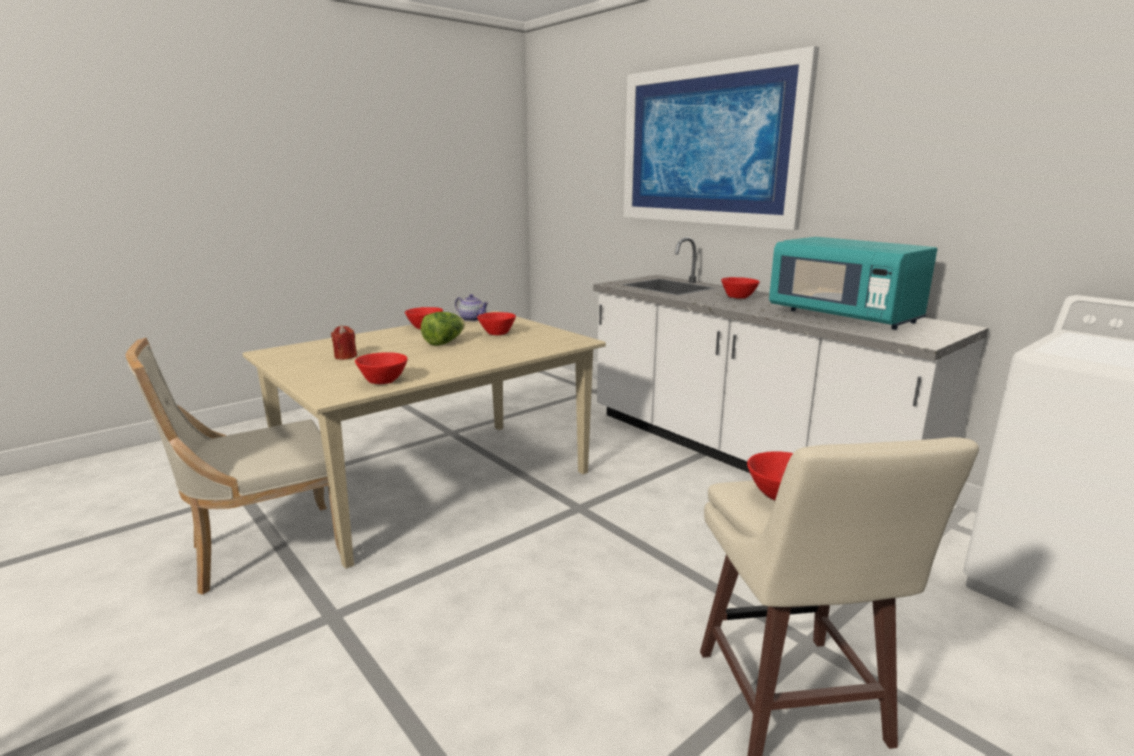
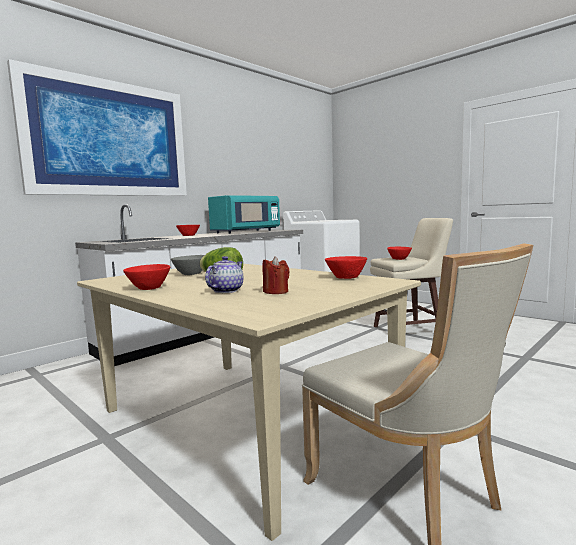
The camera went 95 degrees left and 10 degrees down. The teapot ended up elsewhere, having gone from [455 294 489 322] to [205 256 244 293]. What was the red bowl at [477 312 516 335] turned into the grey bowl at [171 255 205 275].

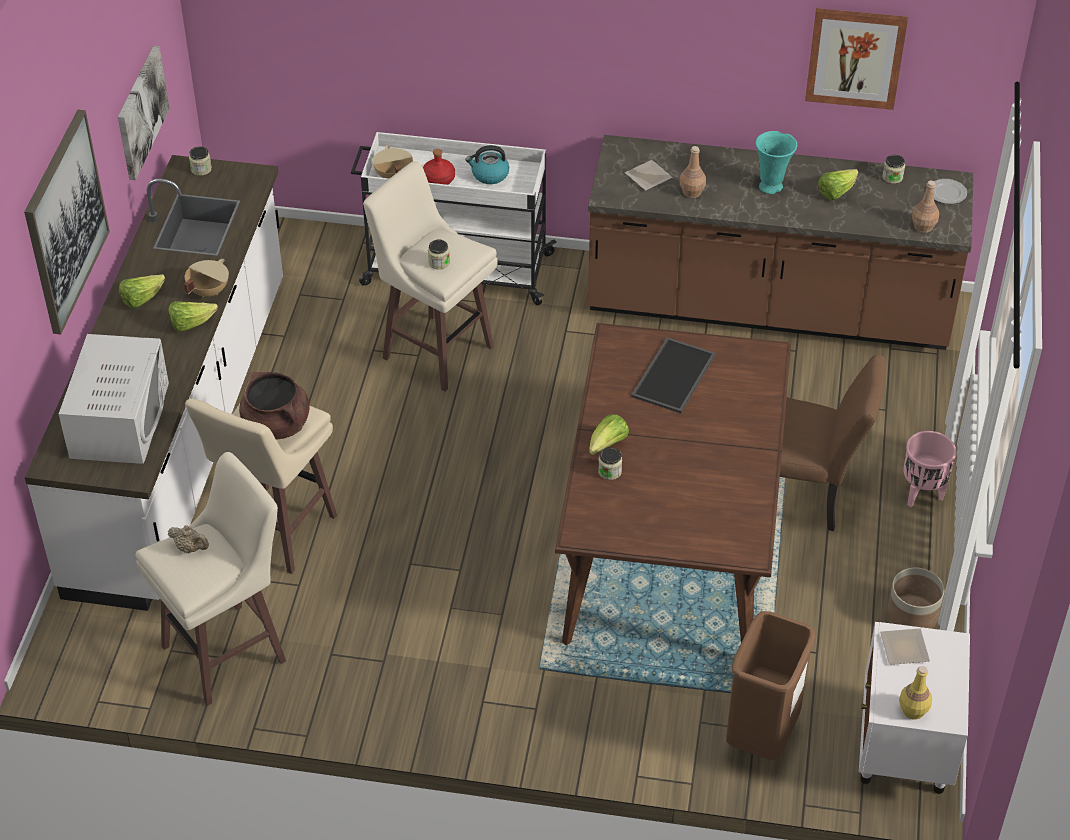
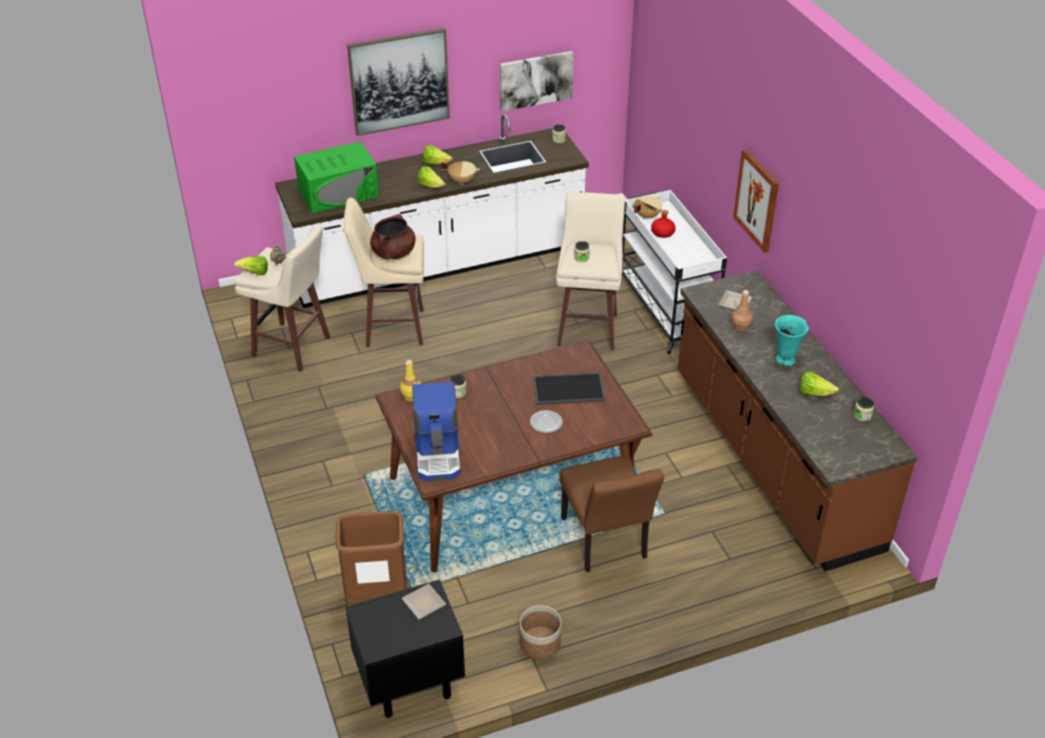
The camera went 60 degrees right and 5 degrees down. The picture ended up elsewhere, having gone from [805 8 908 110] to [733 149 779 253]. The second view lost the kettle at [466 145 509 184]. The plate ended up elsewhere, having gone from [934 179 967 204] to [530 410 563 433]. The second view lost the brown bottle at [912 181 939 233]. What was the white microwave at [59 334 169 464] turned into the green microwave at [294 141 379 213]. The lettuce ended up elsewhere, having gone from [589 414 629 455] to [233 256 268 275]. The second view lost the pink planter at [904 431 956 507]. What was the white nightstand at [859 622 970 794] turned into the black nightstand at [345 579 465 718]. The yellow bottle ended up elsewhere, having gone from [899 666 932 719] to [400 360 421 401]. The second view gained the coffee machine at [412 382 461 481].

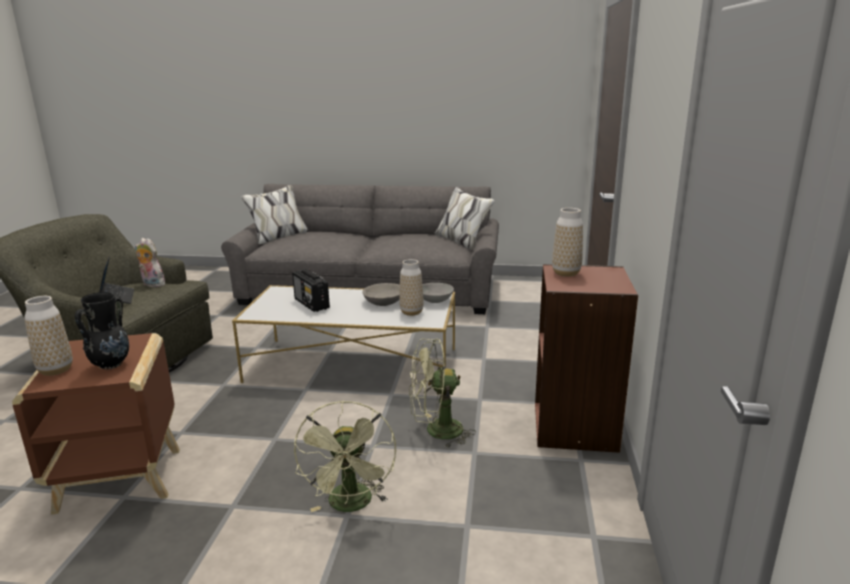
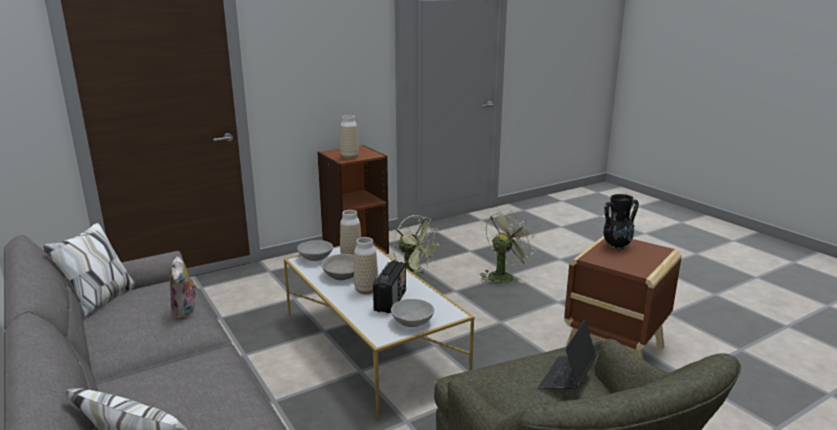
The camera went 130 degrees left and 0 degrees up. The plush toy ended up elsewhere, having gone from [135 238 167 287] to [170 256 197 319]. The vase ended up elsewhere, having gone from [25 296 73 376] to [354 237 378 295]. The second view gained the grey bowl at [391 299 434 327].

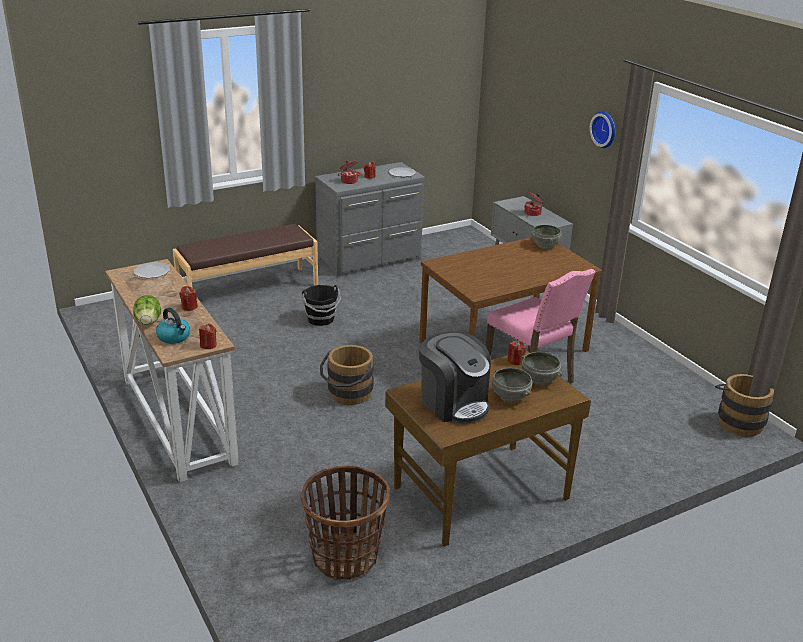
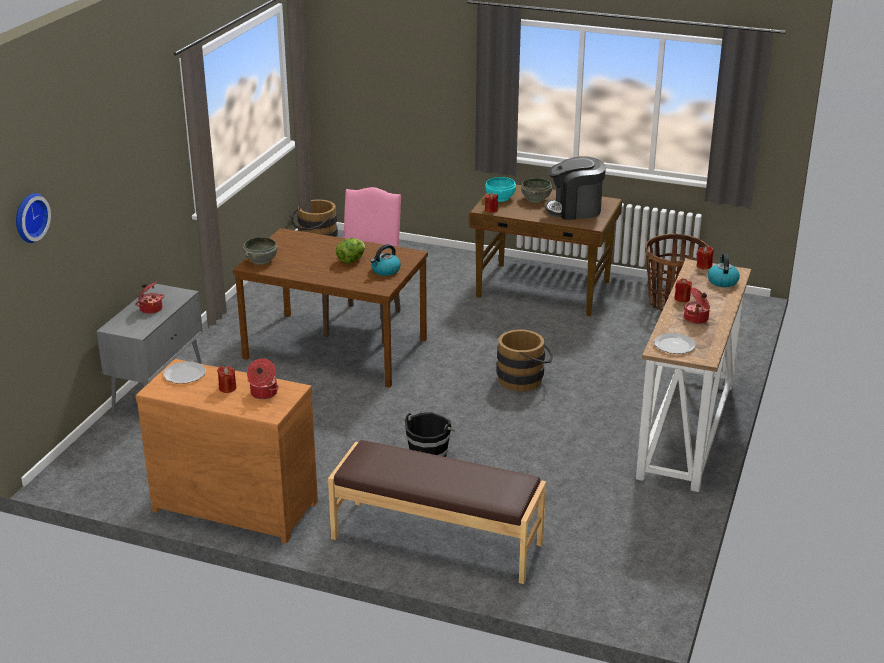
The camera went 130 degrees left and 0 degrees up. The wall clock ended up elsewhere, having gone from [589 111 616 148] to [16 193 51 243]. What was the grey dresser at [315 162 425 277] turned into the brown dresser at [136 359 318 543]. The lettuce ended up elsewhere, having gone from [133 295 161 325] to [336 238 365 263]. The coffee machine at [419 331 491 424] ended up facing another way, 105 degrees counterclockwise from before. What was the grey bowl at [521 352 562 385] turned into the turquoise bowl at [485 177 516 202]. The second view gained the kettle at [370 244 401 276]. The second view gained the cooking pot at [684 287 710 324].

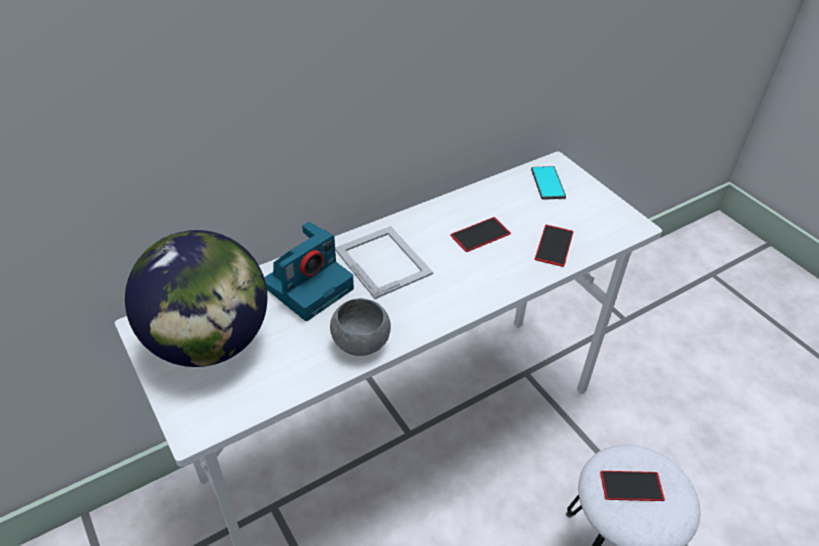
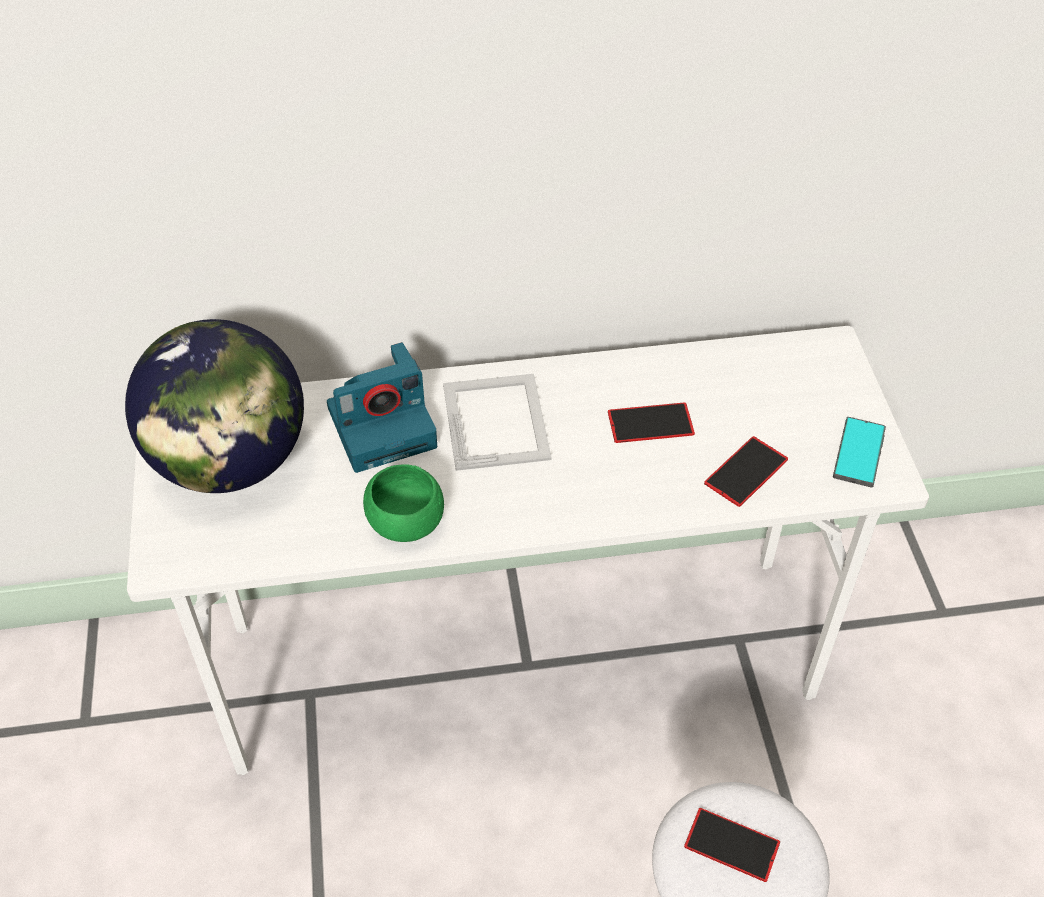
The camera went 25 degrees right and 5 degrees up. The phone ended up elsewhere, having gone from [531 166 566 200] to [833 417 886 488]. What was the grey bowl at [330 298 391 356] turned into the green bowl at [363 464 444 542].

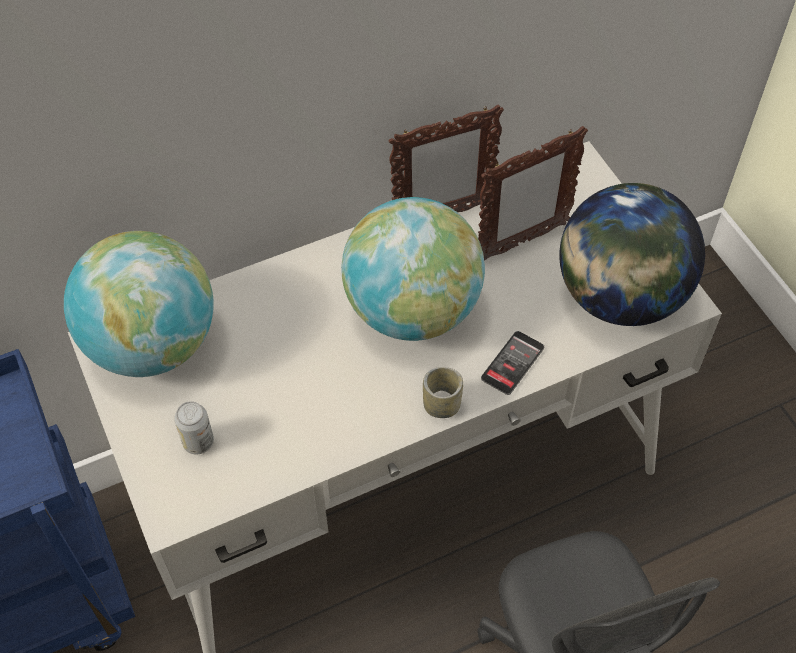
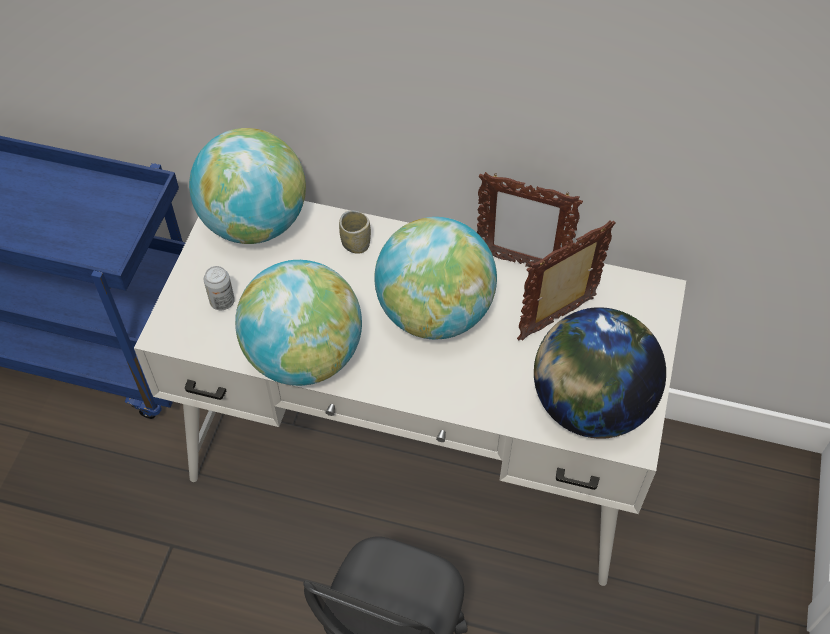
The camera went 40 degrees right and 0 degrees up. The picture frame at [478 126 588 261] ended up facing another way, 135 degrees clockwise from before. The second view lost the phone at [481 331 544 395]. The cup ended up elsewhere, having gone from [423 367 463 418] to [339 211 371 254]. The second view gained the globe at [235 260 362 386].

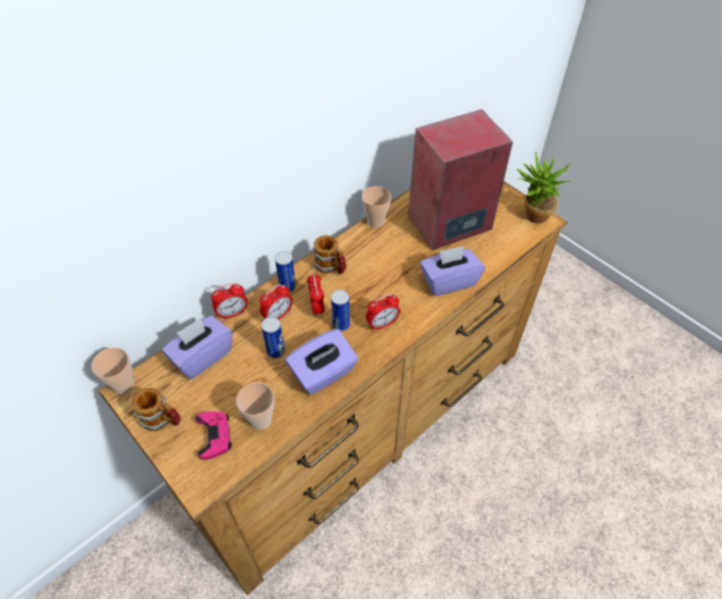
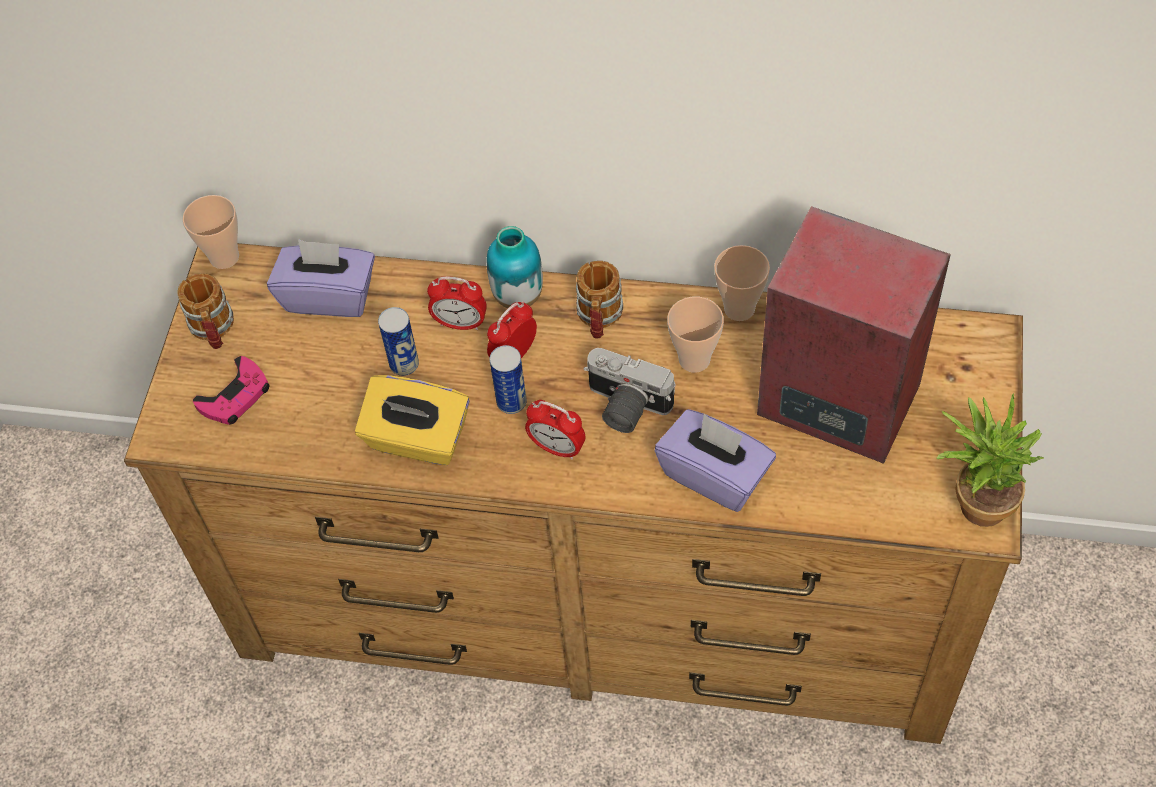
The camera went 55 degrees right and 5 degrees up. Where the can stood at [275 251 296 292], the vase came to stand at [487 226 543 308]. The second view lost the alarm clock at [211 283 248 320]. What was the purple tissue box at [285 329 358 395] turned into the yellow tissue box at [355 375 470 465]. The cup ended up elsewhere, having gone from [236 382 274 430] to [667 297 724 373]. The second view gained the photo camera at [584 348 676 433].

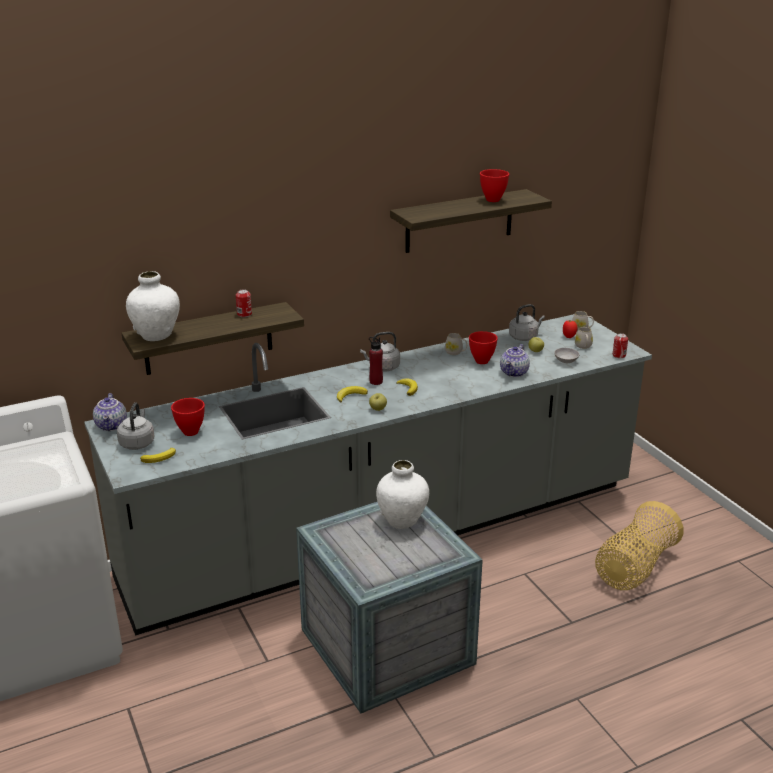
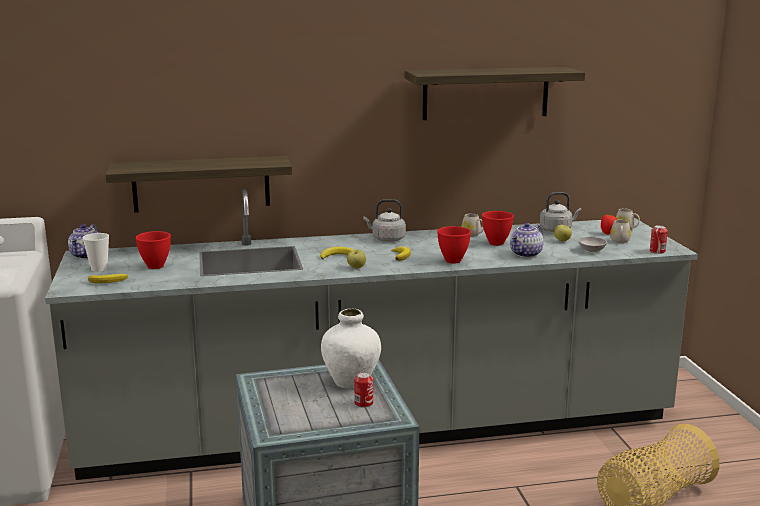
The camera went 15 degrees right and 10 degrees down. The red bowl ended up elsewhere, having gone from [480 169 509 202] to [437 226 471 264]. The second view lost the white vase at [126 271 180 341]. The can ended up elsewhere, having gone from [236 289 252 317] to [354 372 373 408]. The second view lost the red bottle at [369 337 383 385]. Where the grey kettle stood at [117 402 154 450], the cup came to stand at [83 233 109 272].

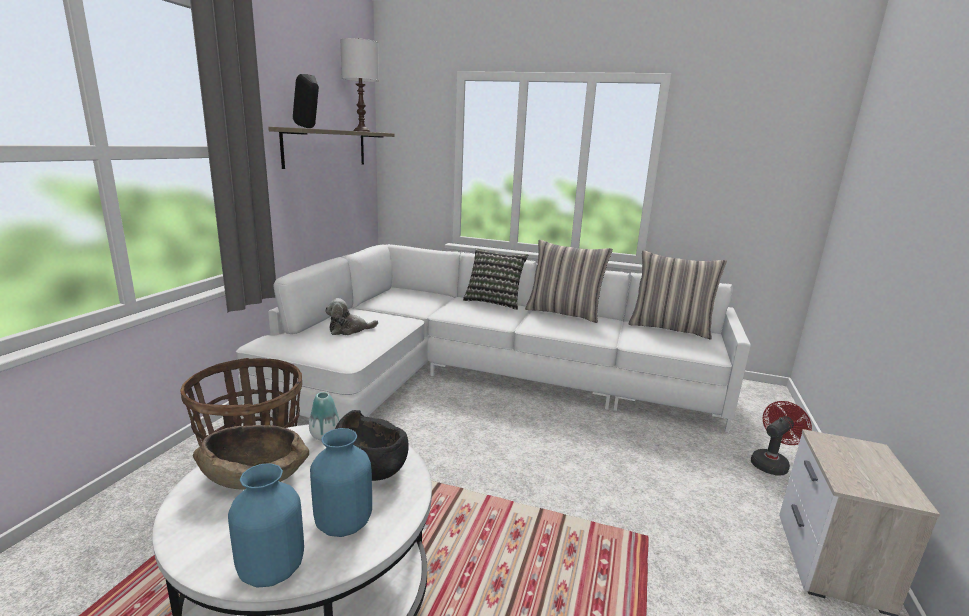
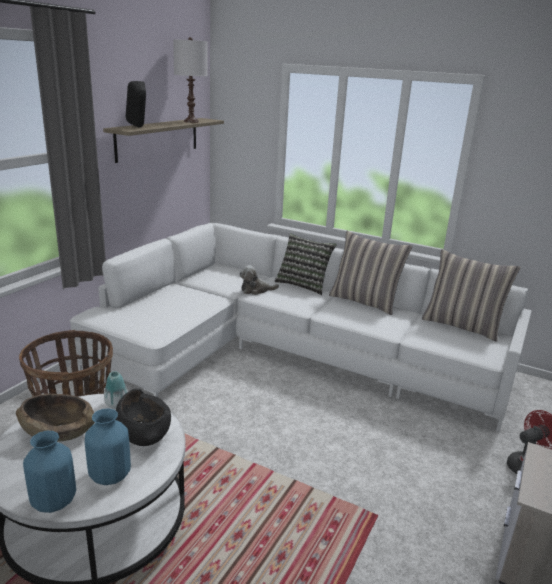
The camera went 10 degrees right and 5 degrees up. The plush toy ended up elsewhere, having gone from [325 298 378 335] to [239 265 279 295].

